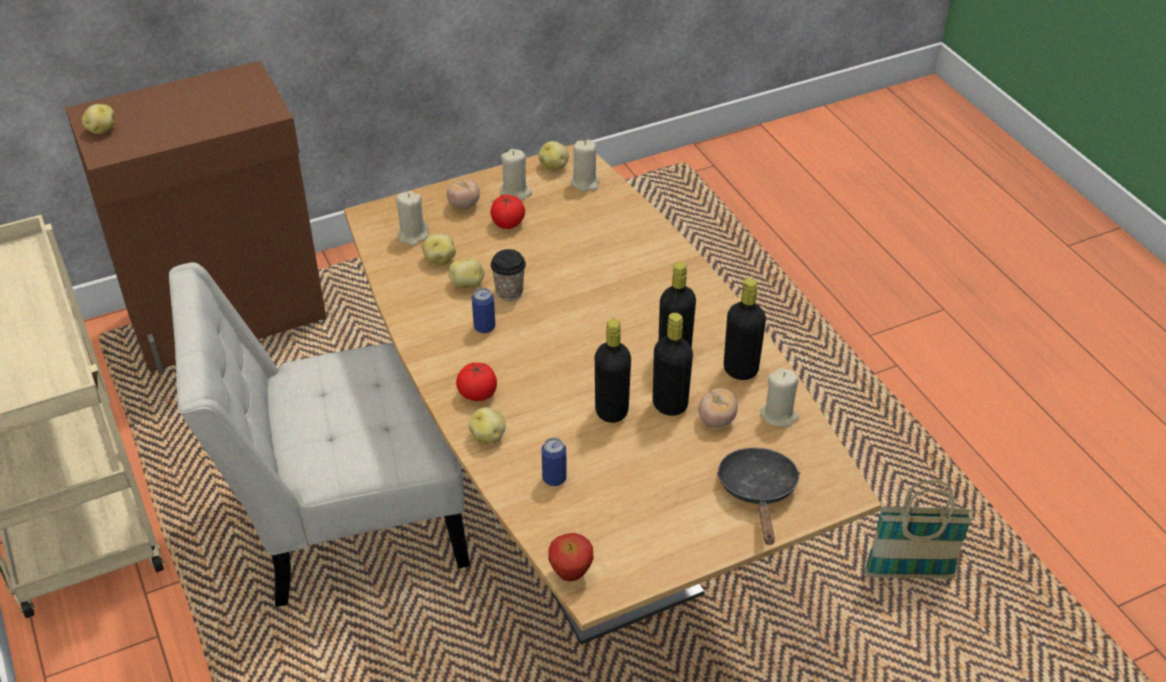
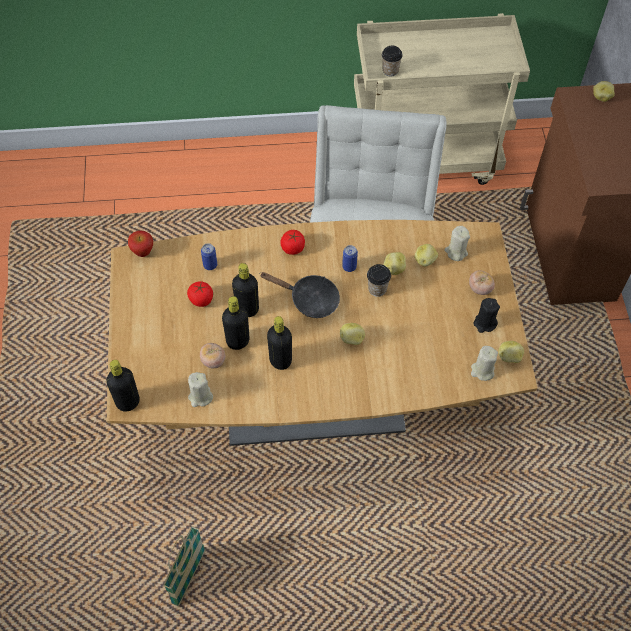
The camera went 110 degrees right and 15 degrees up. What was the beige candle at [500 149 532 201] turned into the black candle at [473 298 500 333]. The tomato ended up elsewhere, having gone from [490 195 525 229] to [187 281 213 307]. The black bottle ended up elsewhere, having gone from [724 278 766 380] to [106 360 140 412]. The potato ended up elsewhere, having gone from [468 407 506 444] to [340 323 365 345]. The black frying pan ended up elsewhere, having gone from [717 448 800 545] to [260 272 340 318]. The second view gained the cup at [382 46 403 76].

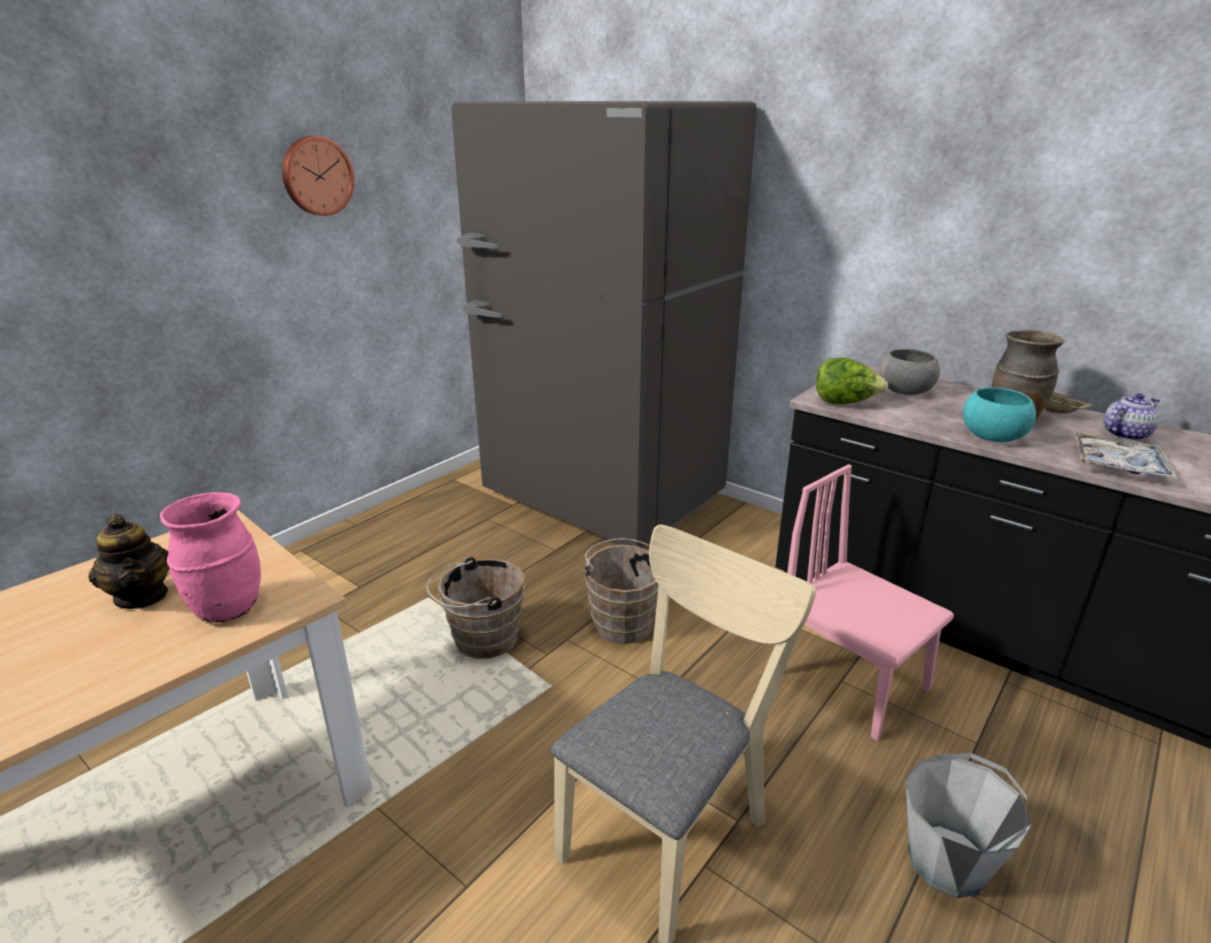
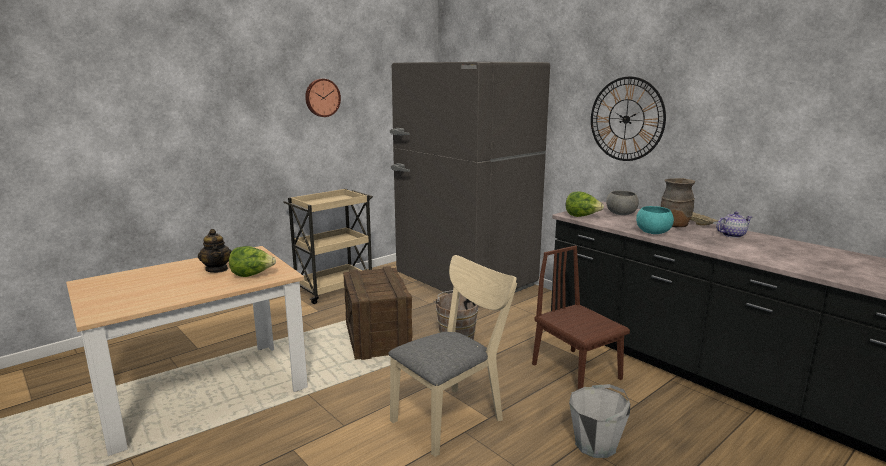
The camera went 10 degrees right and 10 degrees down. The second view lost the tray at [1074 432 1177 479]. What was the pink chair at [787 464 954 741] turned into the brown chair at [532 245 630 389]. Where the pink vase stood at [160 492 261 623], the lettuce came to stand at [229 246 276 277]. Where the brown bucket stood at [427 557 525 659], the crate came to stand at [343 266 412 360]. The second view gained the wall clock at [591 76 666 161]. The second view gained the beige cart at [283 189 373 304].

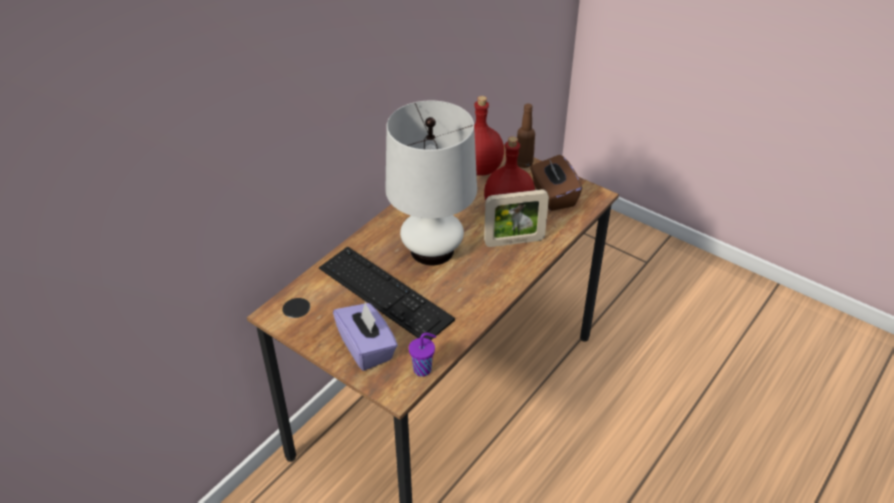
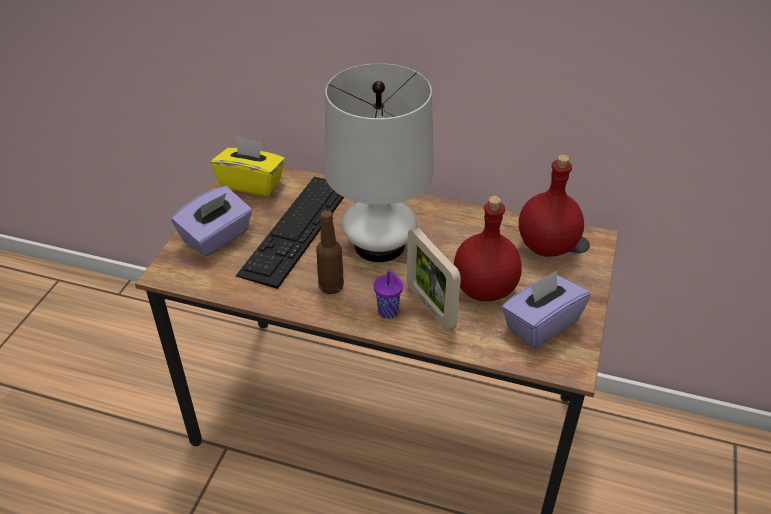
The camera went 70 degrees right and 0 degrees up. The brown bottle ended up elsewhere, having gone from [517 104 535 168] to [316 210 344 294]. What was the brown tissue box at [530 155 582 211] turned into the purple tissue box at [502 271 591 348]. The purple cup ended up elsewhere, having gone from [409 333 436 377] to [374 270 403 319]. The second view gained the yellow tissue box at [211 137 285 196].

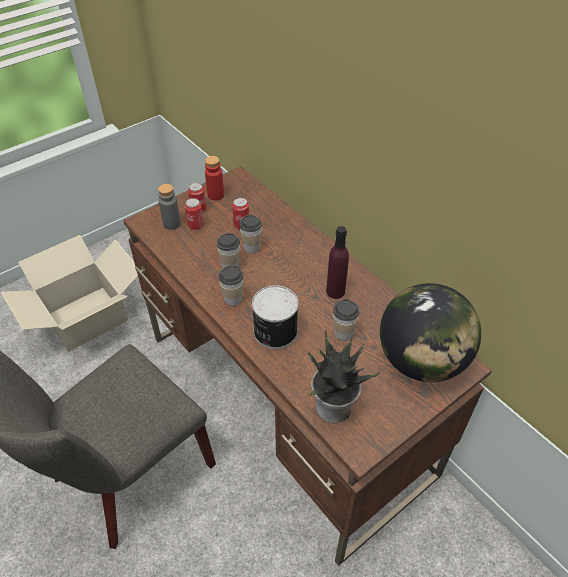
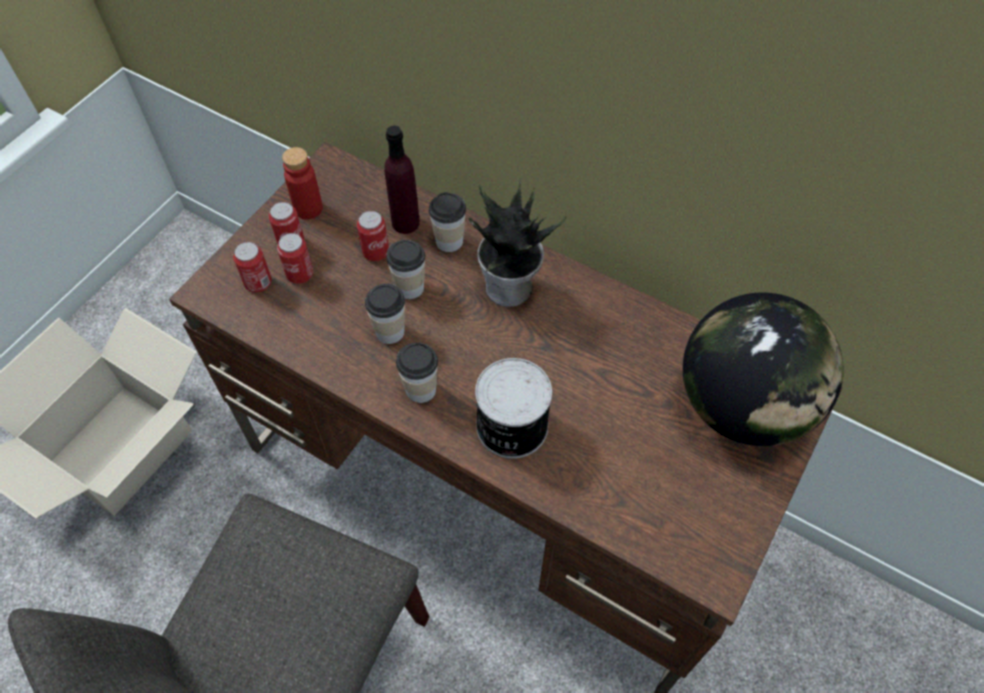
The camera went 20 degrees left and 10 degrees up. Where the grey bottle stood at [158 184 181 230], the can came to stand at [233 242 272 293]. The purple bottle ended up elsewhere, having gone from [326 226 349 299] to [384 126 420 234]. The cup ended up elsewhere, having gone from [333 299 359 341] to [429 192 466 252]. The potted plant ended up elsewhere, having gone from [307 331 380 423] to [469 179 567 307].

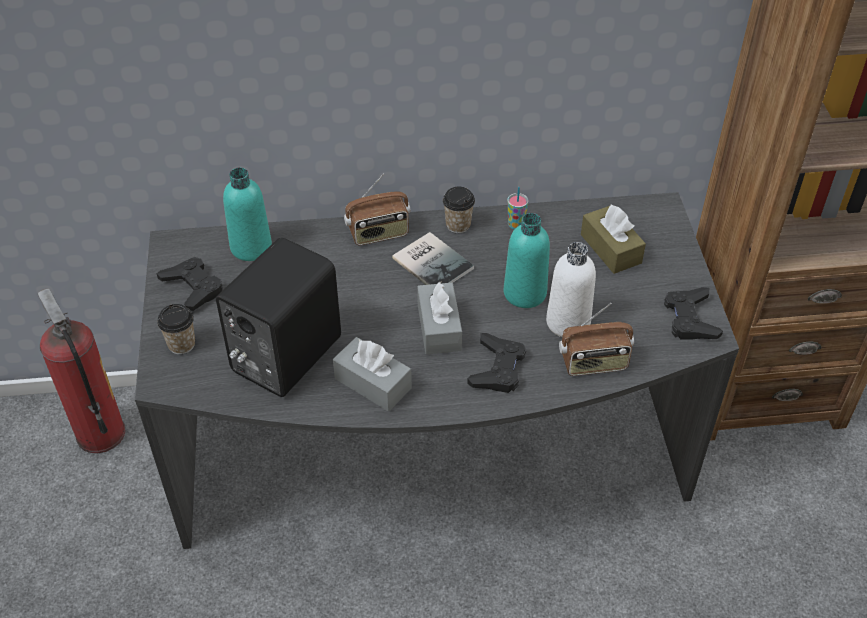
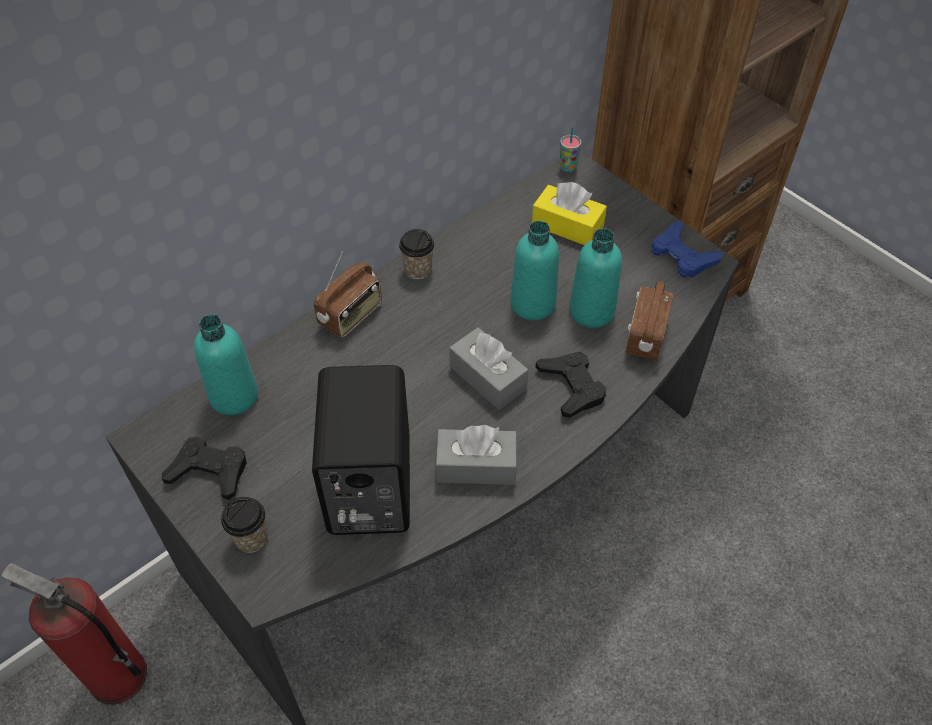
The camera went 35 degrees left and 5 degrees up. The cup ended up elsewhere, having gone from [507 187 528 230] to [560 127 581 172]. What was the brown tissue box at [581 204 646 274] turned into the yellow tissue box at [532 182 607 245]. The second view lost the book at [392 232 474 285]. What was the white bottle at [546 242 596 337] turned into the turquoise bottle at [569 228 622 328]. What was the black game controller at [664 287 723 340] turned into the blue game controller at [652 220 723 278]. The radio at [559 303 634 376] ended up facing another way, 150 degrees clockwise from before.

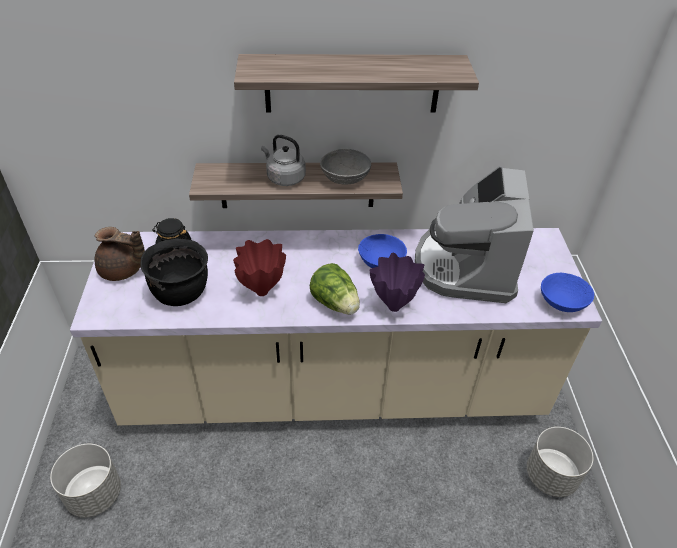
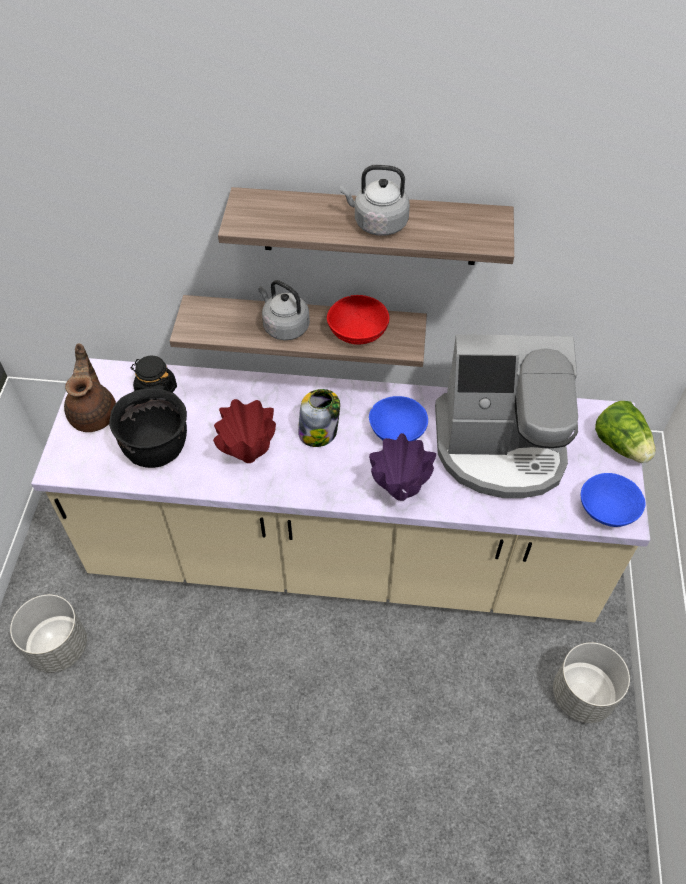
The camera went 10 degrees right and 10 degrees up. What was the grey bowl at [320 149 371 185] turned into the red bowl at [327 295 390 345]. The coffee machine at [415 166 534 303] ended up facing another way, 105 degrees counterclockwise from before. The brown teapot at [95 227 145 281] ended up facing another way, 120 degrees counterclockwise from before. The lettuce ended up elsewhere, having gone from [310 263 360 314] to [595 401 656 463]. The second view gained the grey kettle at [340 165 410 236]. The second view gained the jar at [298 389 340 447].

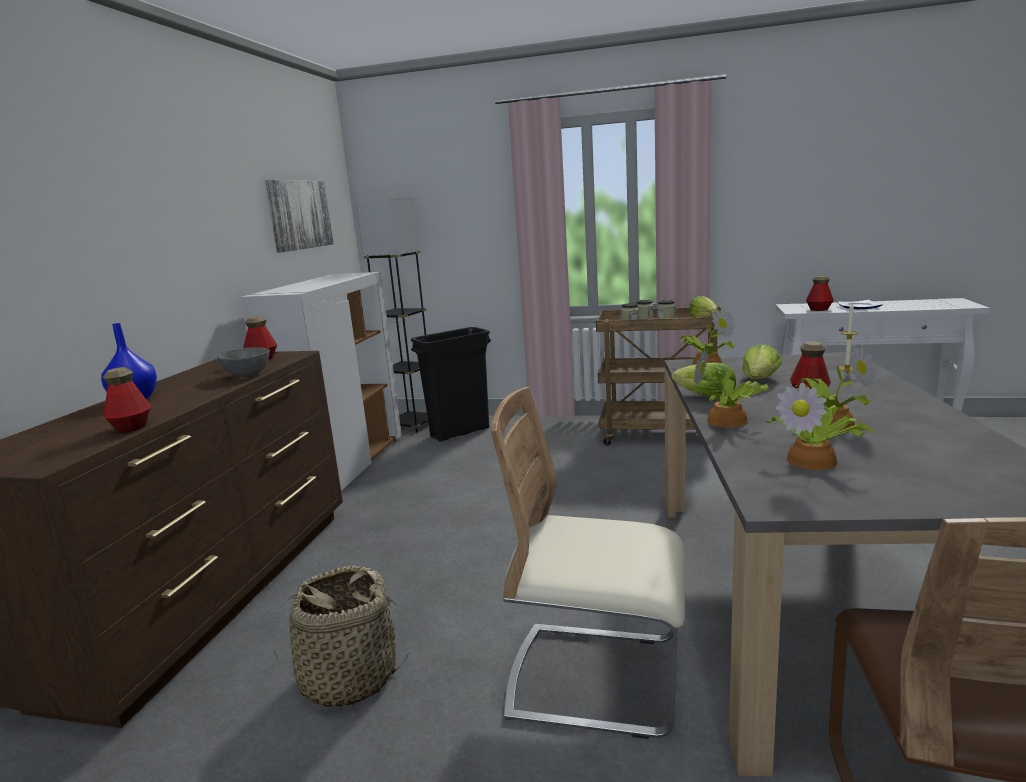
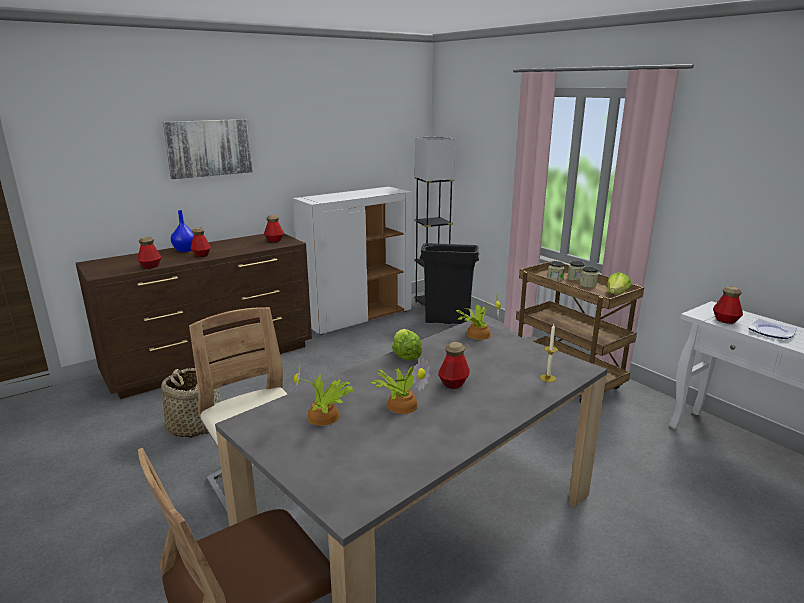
The camera went 40 degrees right and 5 degrees up. The picture ended up elsewhere, having gone from [265 180 334 253] to [163 119 253 179]. The second view lost the lettuce at [742 344 782 379]. The second view lost the grey bowl at [217 347 270 377]. The second view lost the potted plant at [694 347 769 428]. The second view gained the bottle at [191 227 211 257].

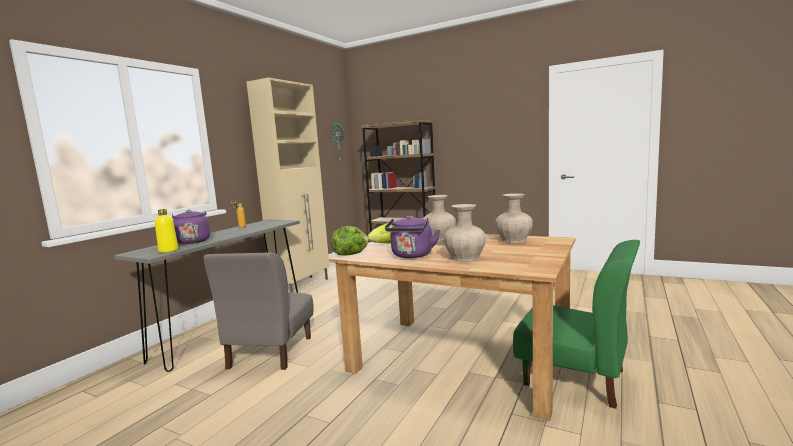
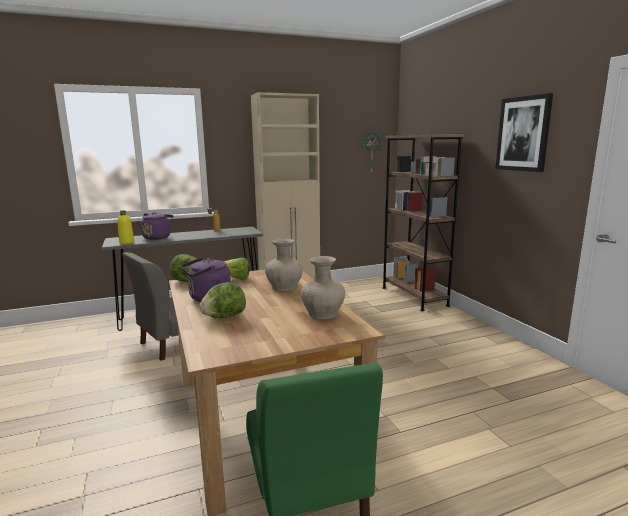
The camera went 40 degrees right and 5 degrees up. Where the beige vase stood at [444 204 486 262], the lettuce came to stand at [200 282 246 318]. The second view gained the picture at [495 93 553 172].

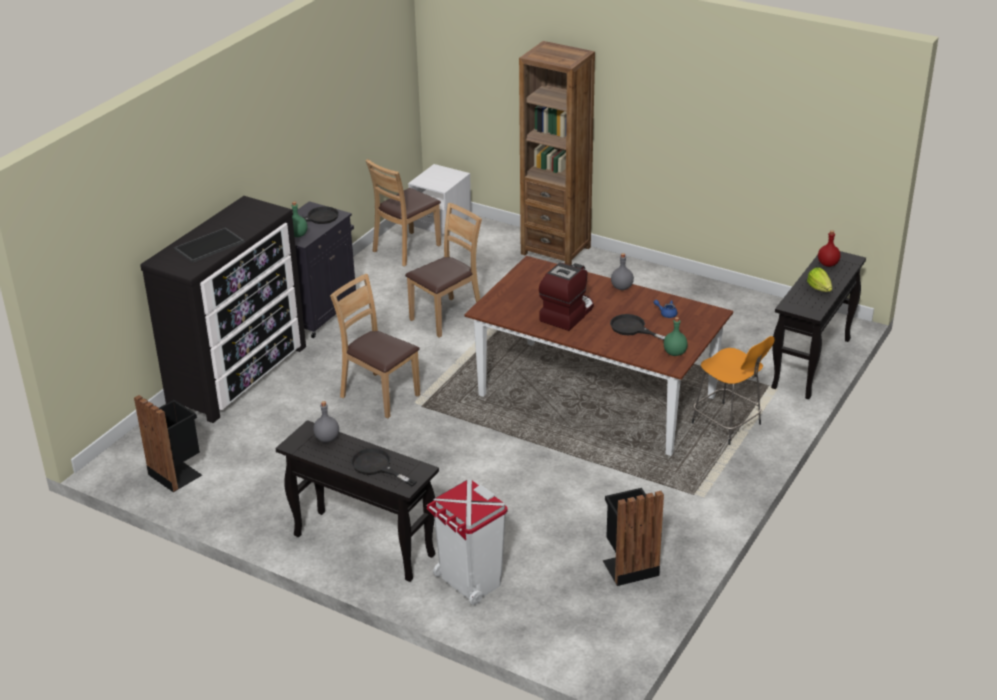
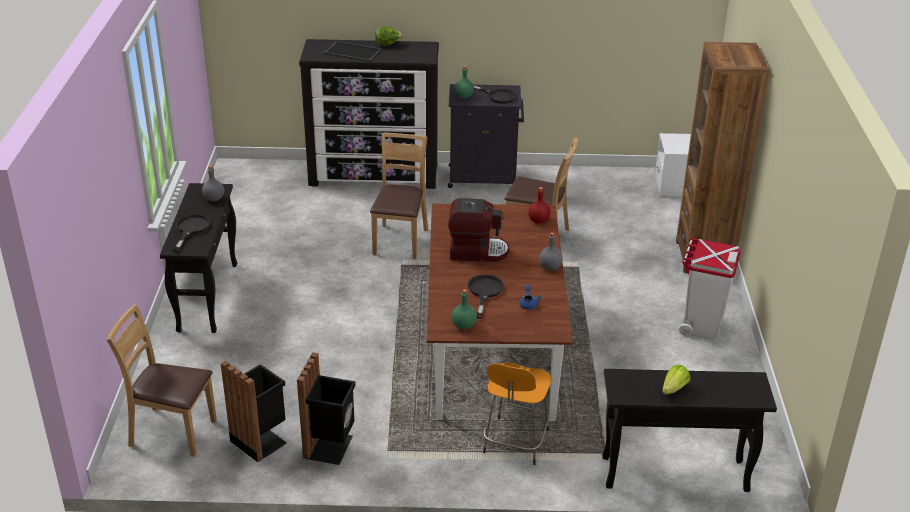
The camera went 60 degrees right and 0 degrees up. The brown chair ended up elsewhere, having gone from [365 159 441 266] to [106 305 217 457]. The red bottle ended up elsewhere, having gone from [818 230 841 267] to [528 187 551 224]. The black trash can ended up elsewhere, having gone from [134 395 202 492] to [297 352 356 465]. The white trash can ended up elsewhere, having gone from [426 479 508 605] to [679 238 741 340]. The second view gained the lettuce at [375 26 403 46].

